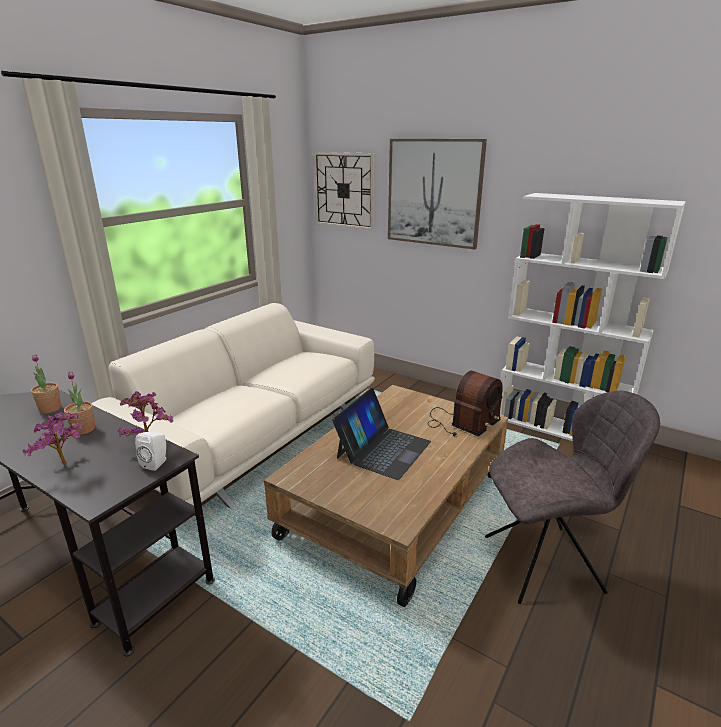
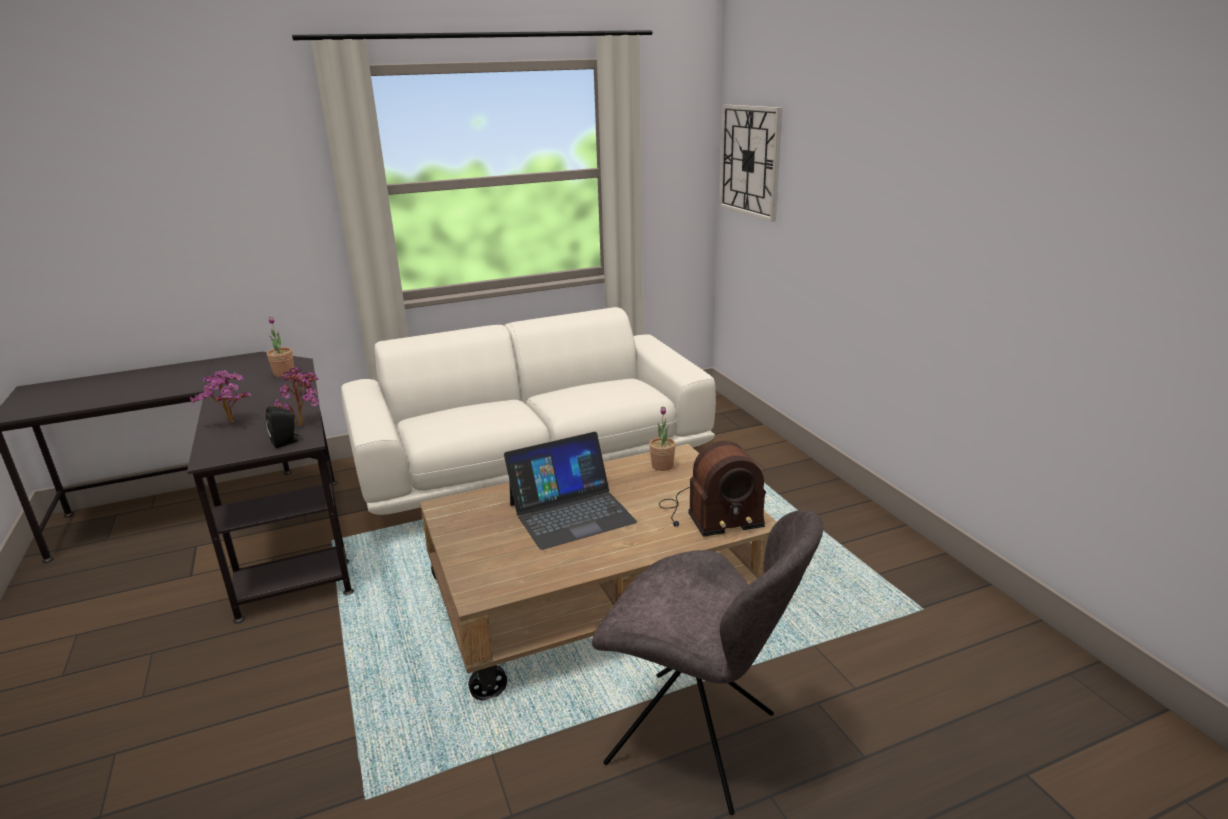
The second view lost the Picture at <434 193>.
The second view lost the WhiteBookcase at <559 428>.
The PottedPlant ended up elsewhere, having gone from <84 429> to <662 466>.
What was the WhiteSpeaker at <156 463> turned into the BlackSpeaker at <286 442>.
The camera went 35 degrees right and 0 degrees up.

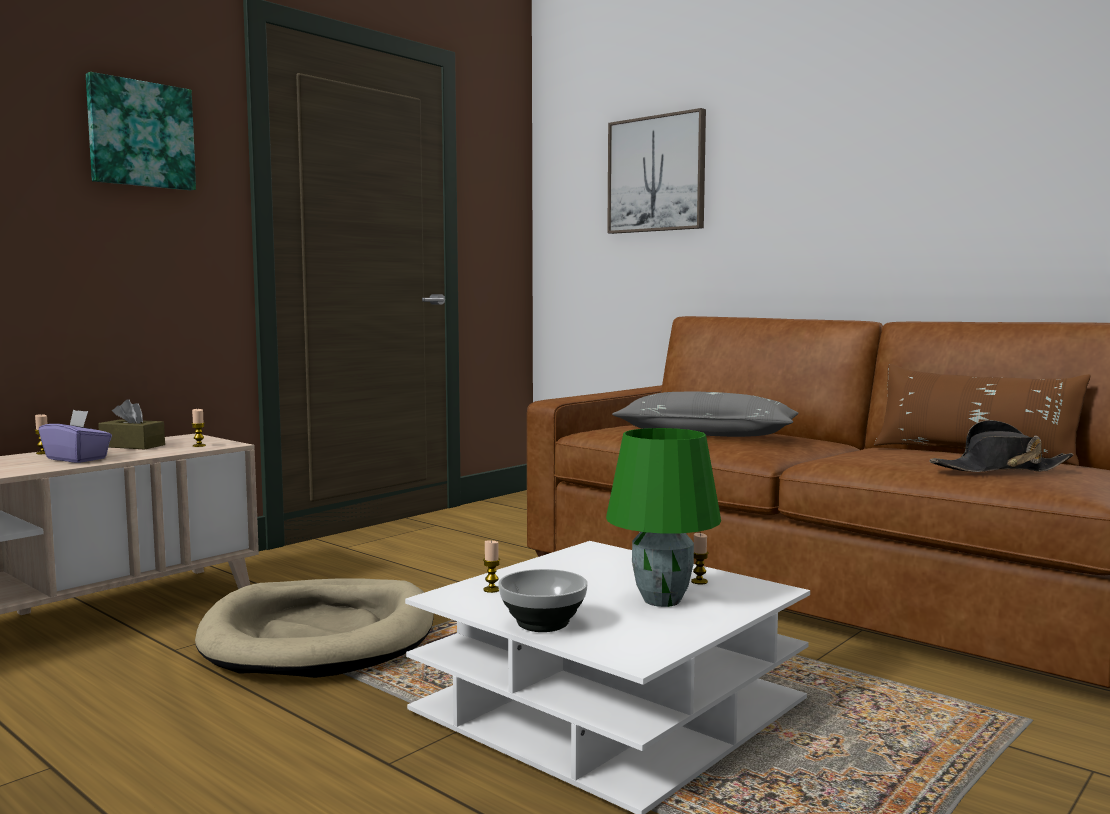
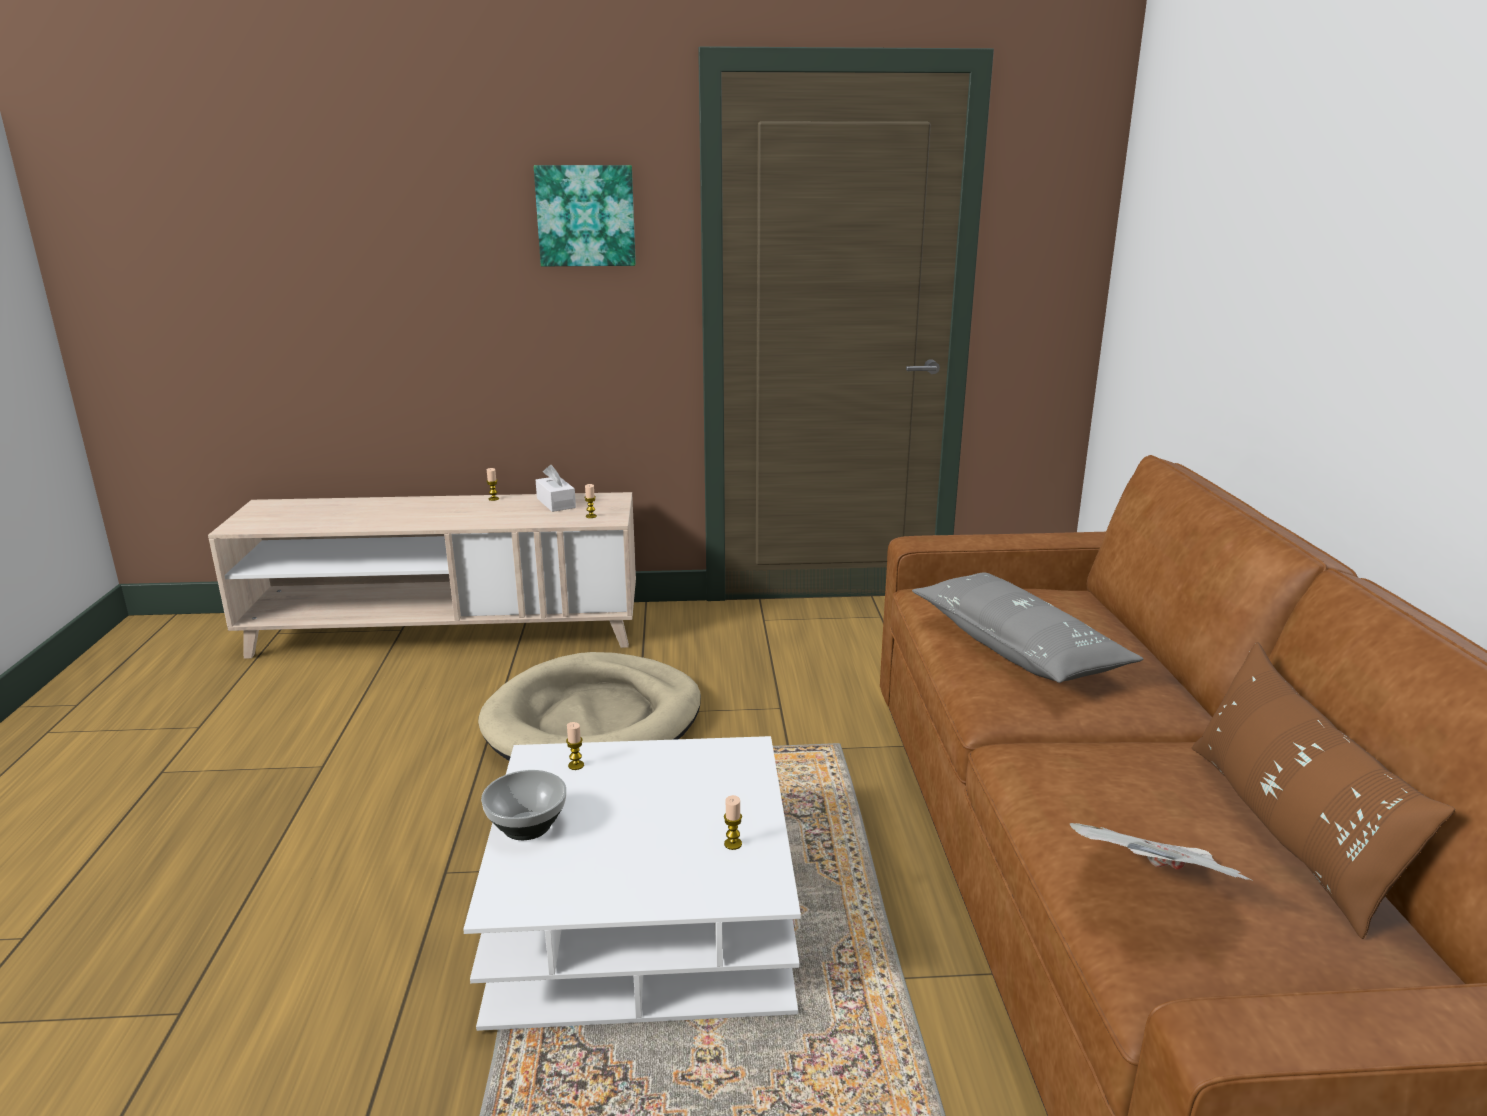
The second view lost the PurpleTissueBox at <77 459>.
The second view lost the GreenTableLamp at <660 601>.
The second view lost the Picture at <656 174>.
Where the BlackHat stood at <999 469>, the Newspaper came to stand at <1155 888>.
What was the BrownTissueBox at <132 446> turned into the WhiteTissueBox at <556 503>.
The camera went 45 degrees right and 15 degrees up.

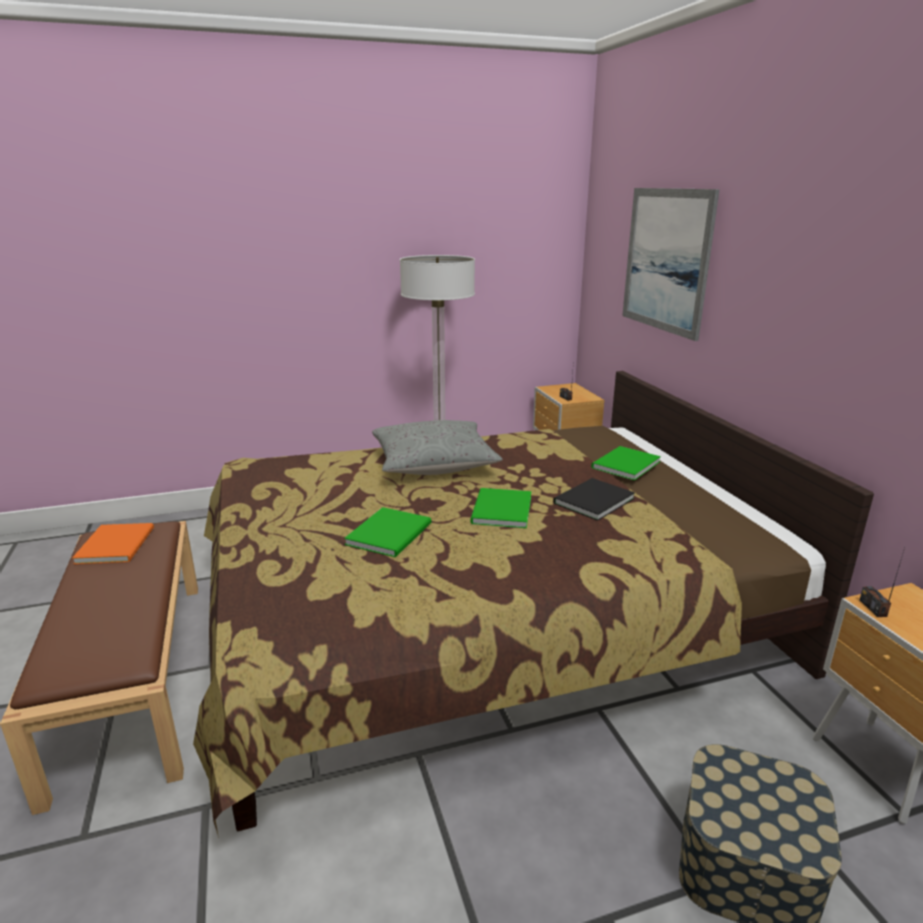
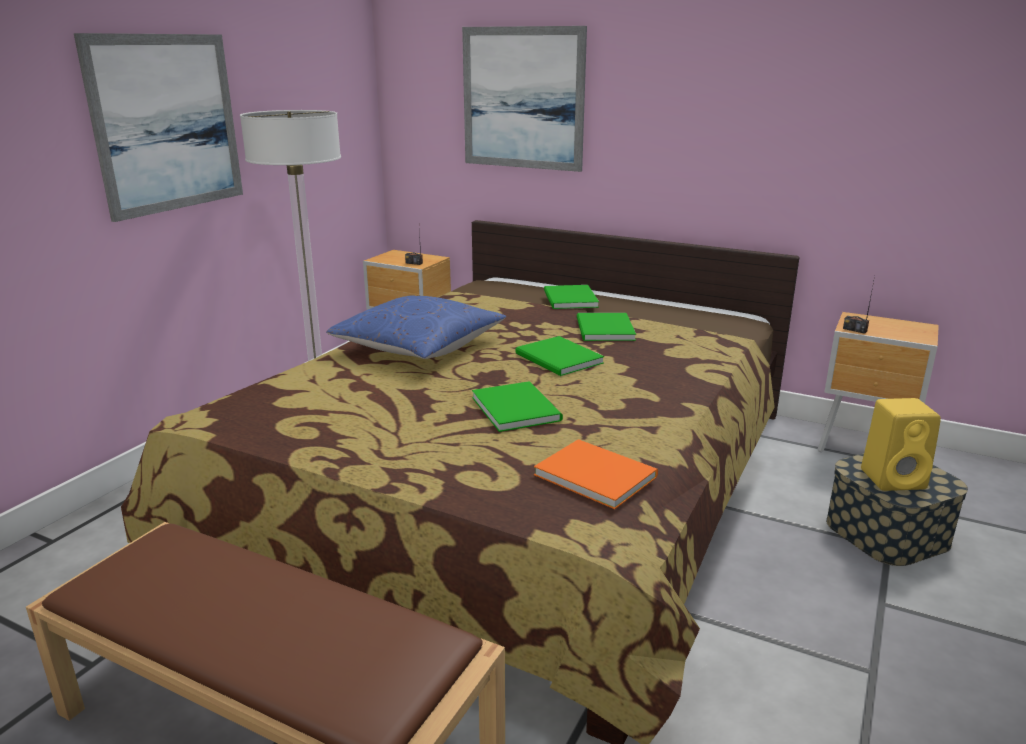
The second view gained the Picture at <167 123>.
The second view gained the YellowSpeaker at <894 479>.
The OrangeBook ended up elsewhere, having gone from <118 544> to <594 473>.
What was the GreyPillow at <433 463> turned into the BluePillow at <419 346>.
What was the BlackBook at <591 501> turned into the GreenBook at <603 330>.
The camera went 45 degrees left and 0 degrees up.

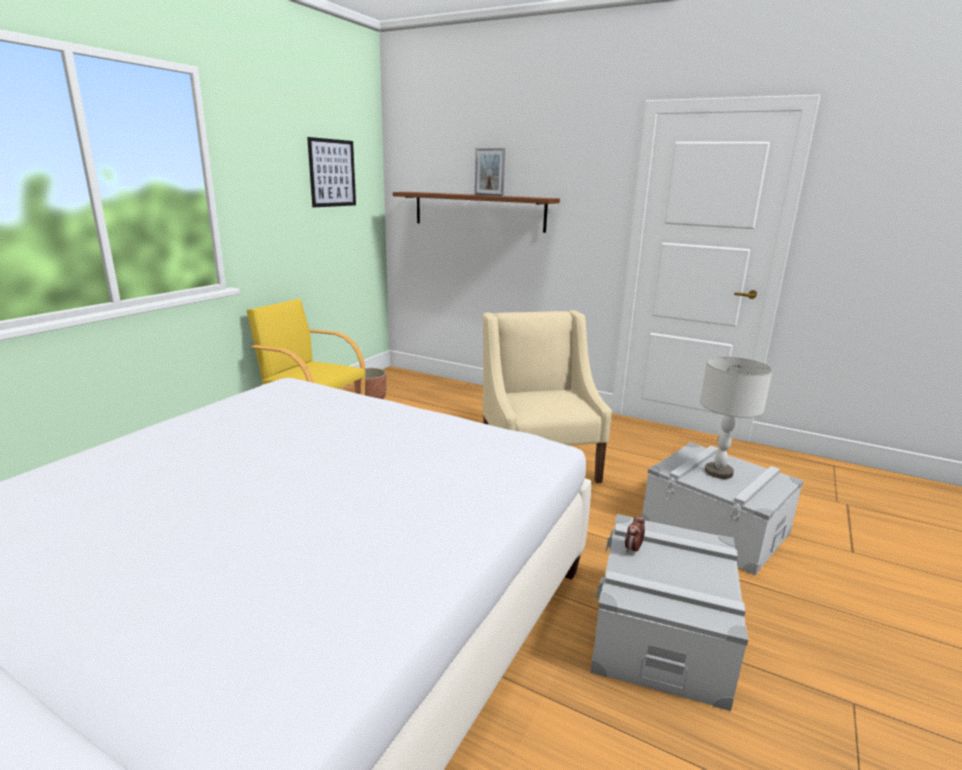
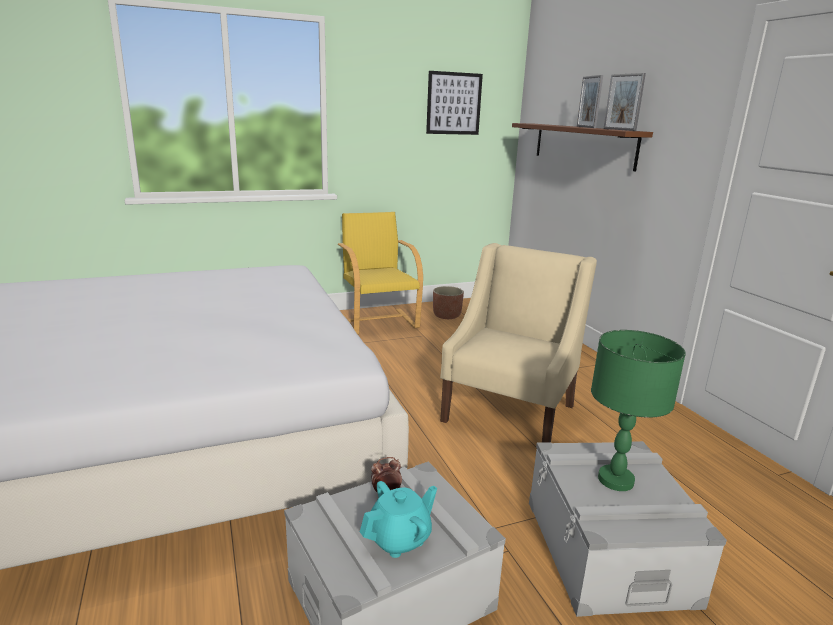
The second view gained the TurquoiseTeapot at <399 539>.
The second view gained the PictureFrame at <619 129>.
What was the GreyTableLamp at <719 472> turned into the GreenTableLamp at <616 480>.
The camera went 40 degrees right and 0 degrees up.

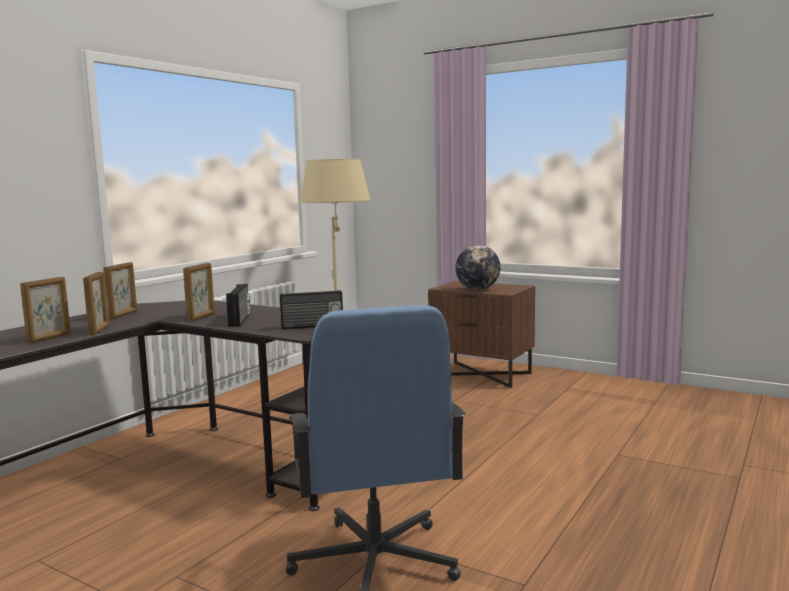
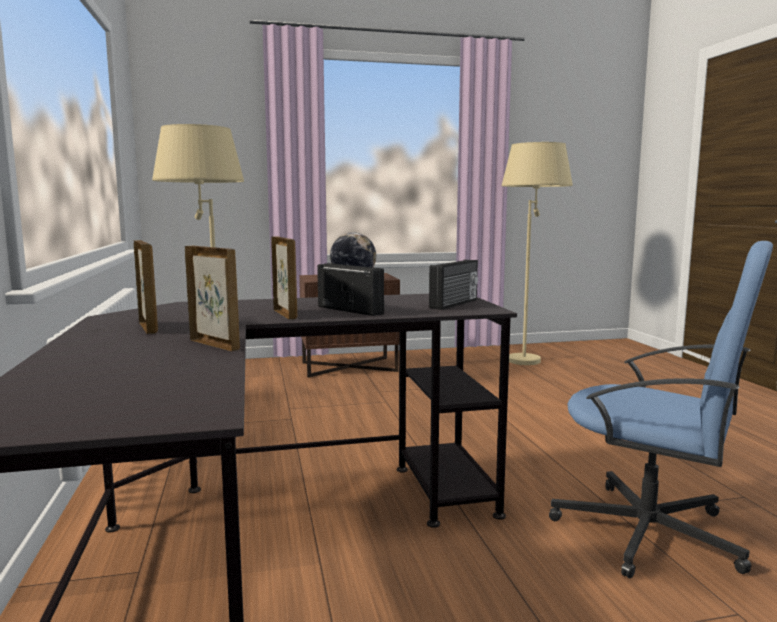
The second view lost the PictureFrame at <50 338>.
The second view gained the BeigeFloorLamp at <529 357>.
The camera went 45 degrees left and 0 degrees up.

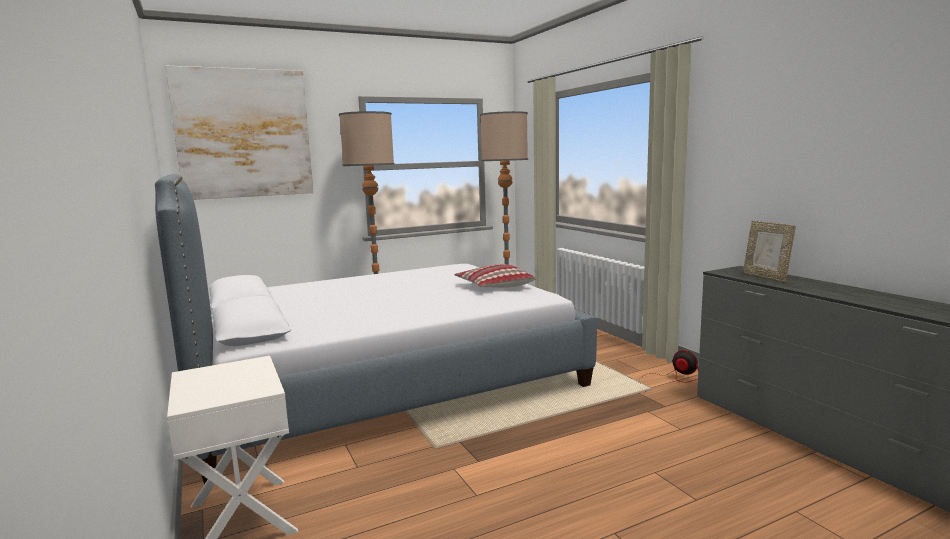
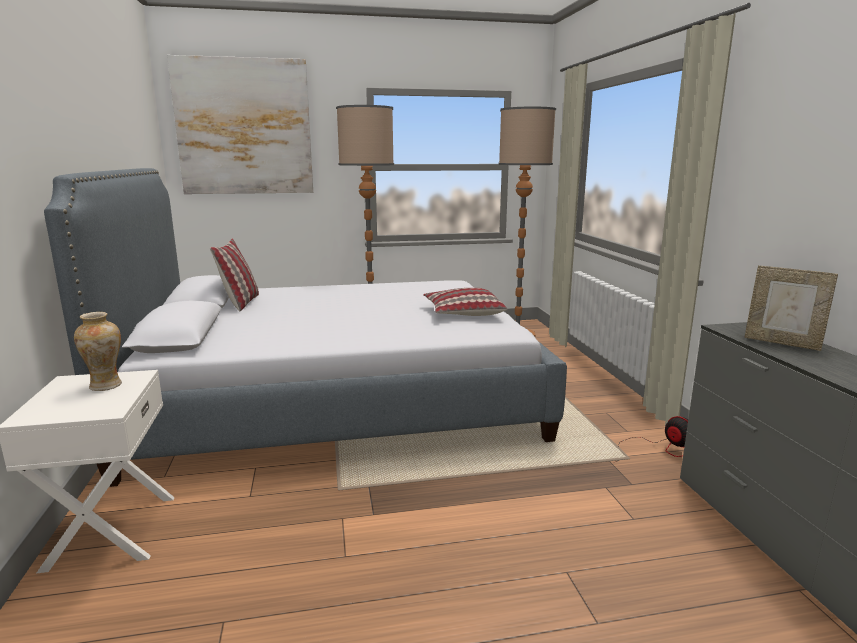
The second view gained the Vase at <106 386>.
The second view gained the Pillow at <240 303>.
The PictureFrame at <766 277> ended up facing another way, 45 degrees counterclockwise from before.
The camera went 15 degrees right and 5 degrees up.

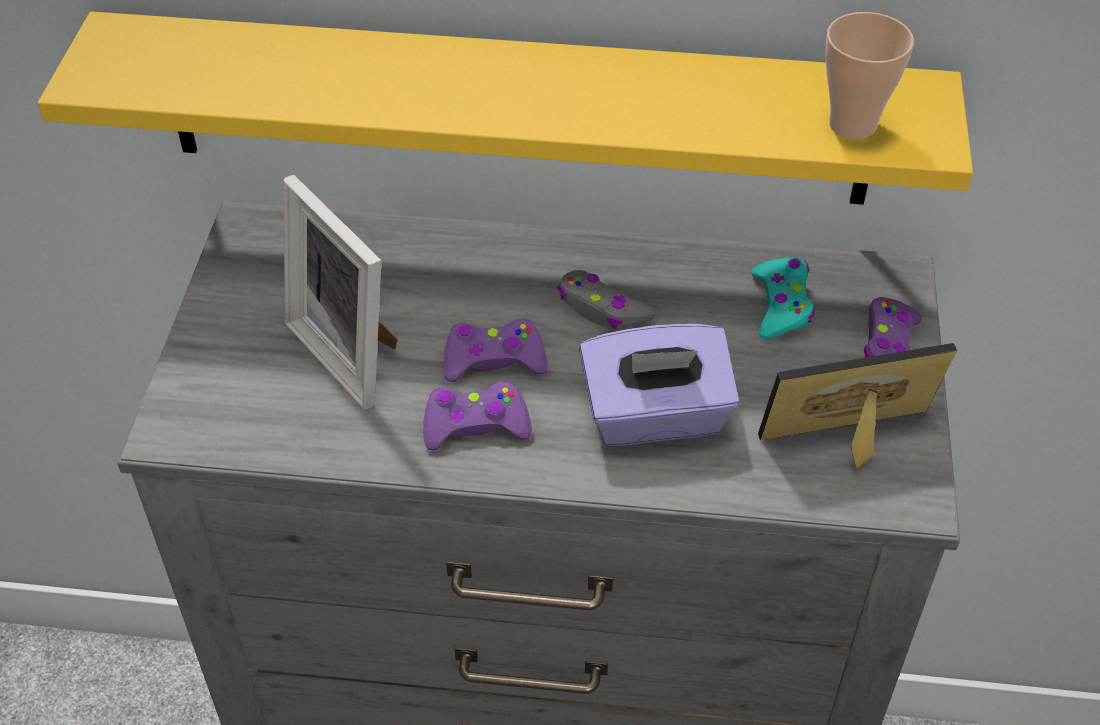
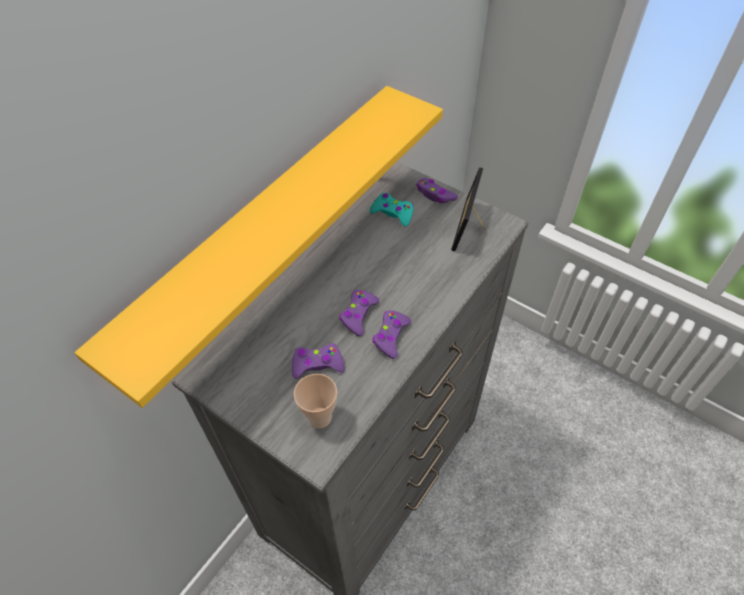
The second view lost the GreyGameController at <602 309>.
The second view lost the PurpleTissueBox at <655 417>.
The Cup ended up elsewhere, having gone from <852 125> to <319 417>.
Where the PictureFrame stood at <352 351>, the PurpleGameController came to stand at <317 364>.
The camera went 60 degrees left and 5 degrees up.

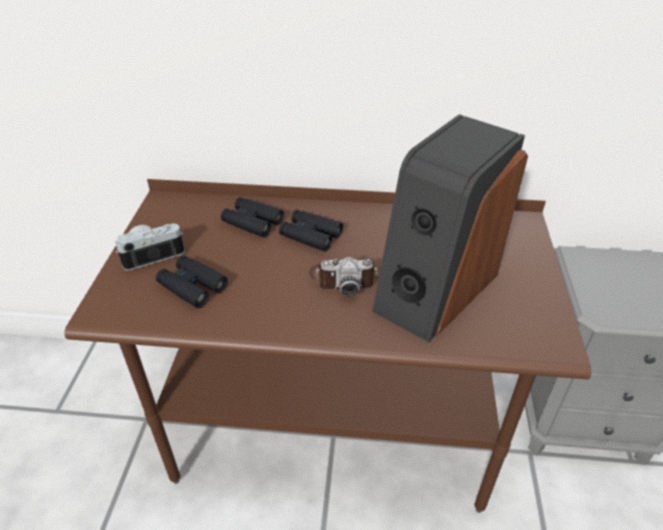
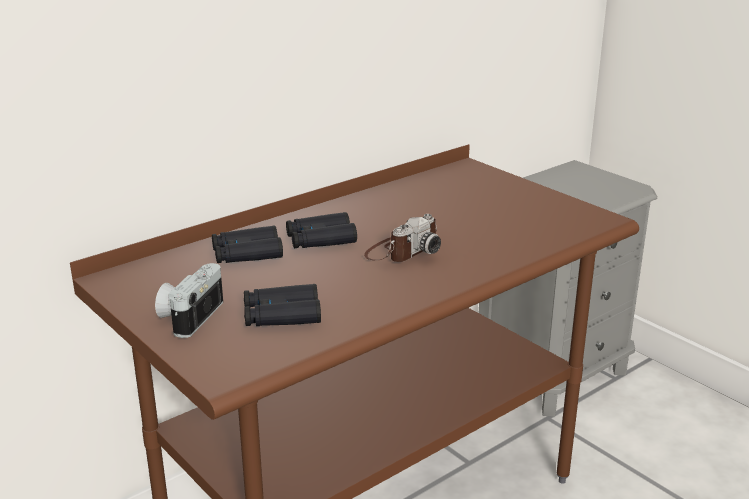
The second view lost the Speaker at <435 290>.
The camera went 45 degrees left and 15 degrees down.

